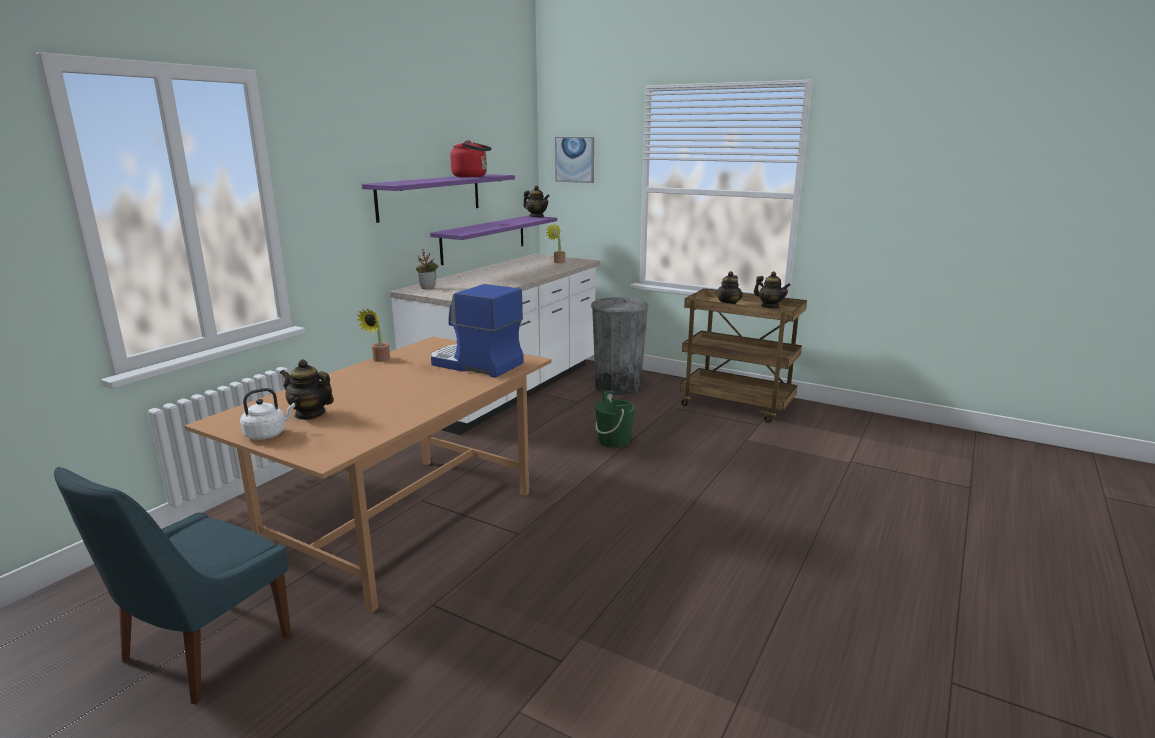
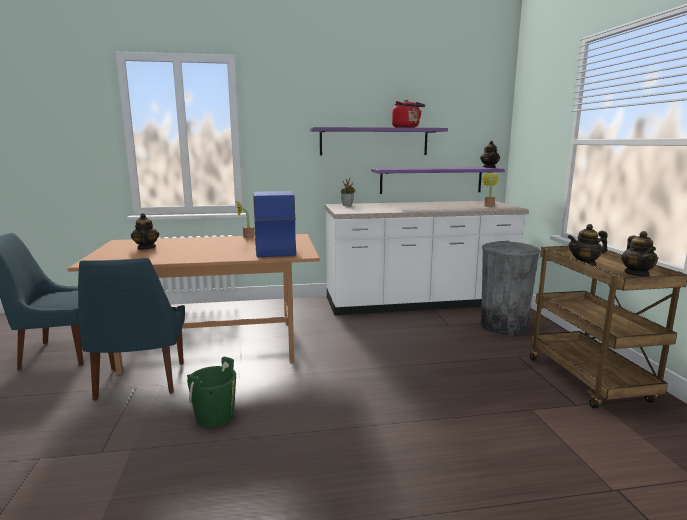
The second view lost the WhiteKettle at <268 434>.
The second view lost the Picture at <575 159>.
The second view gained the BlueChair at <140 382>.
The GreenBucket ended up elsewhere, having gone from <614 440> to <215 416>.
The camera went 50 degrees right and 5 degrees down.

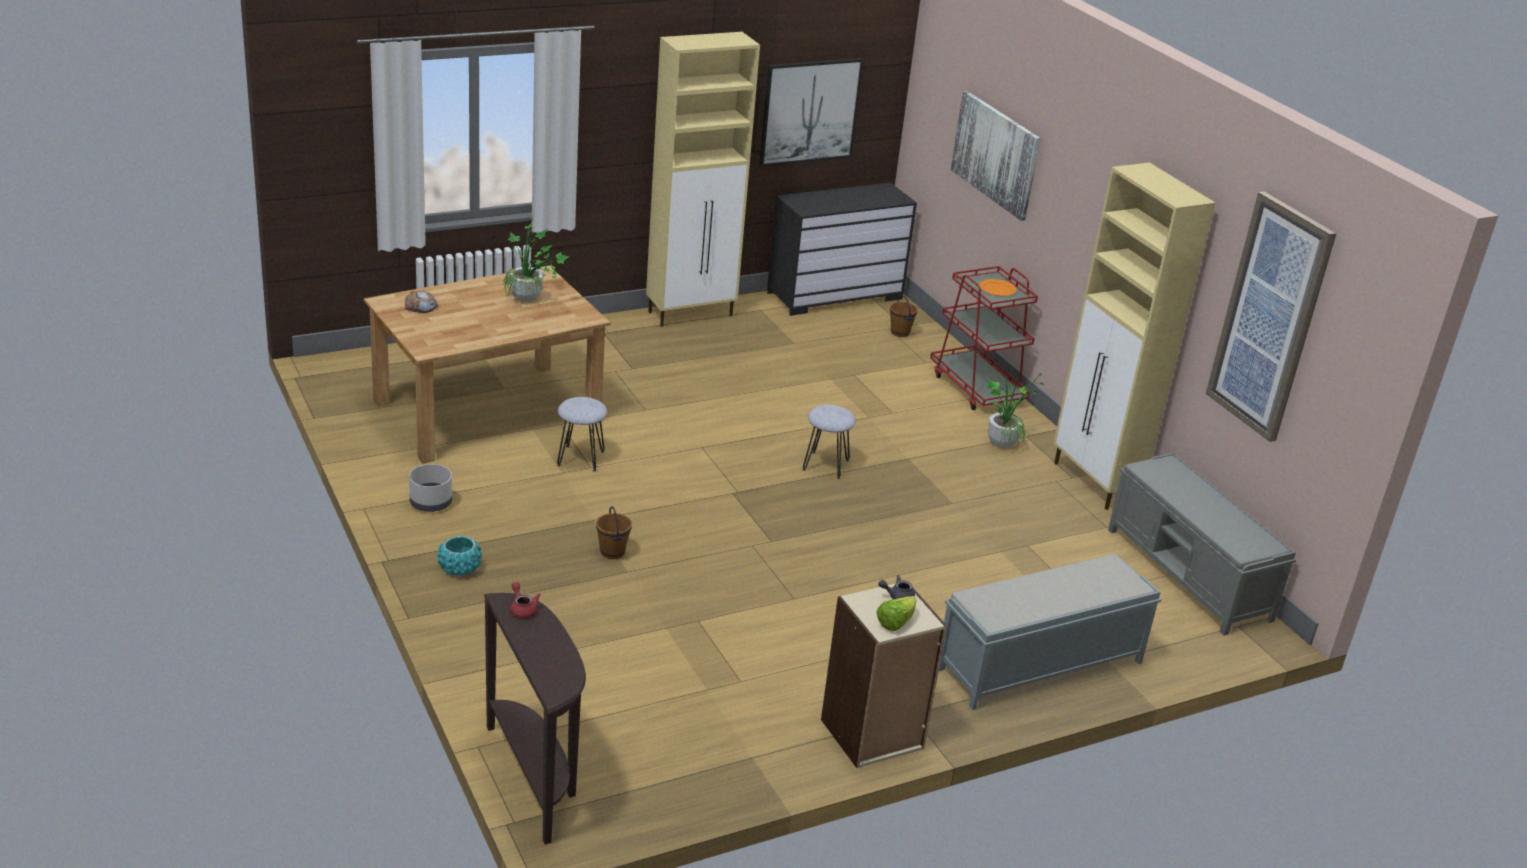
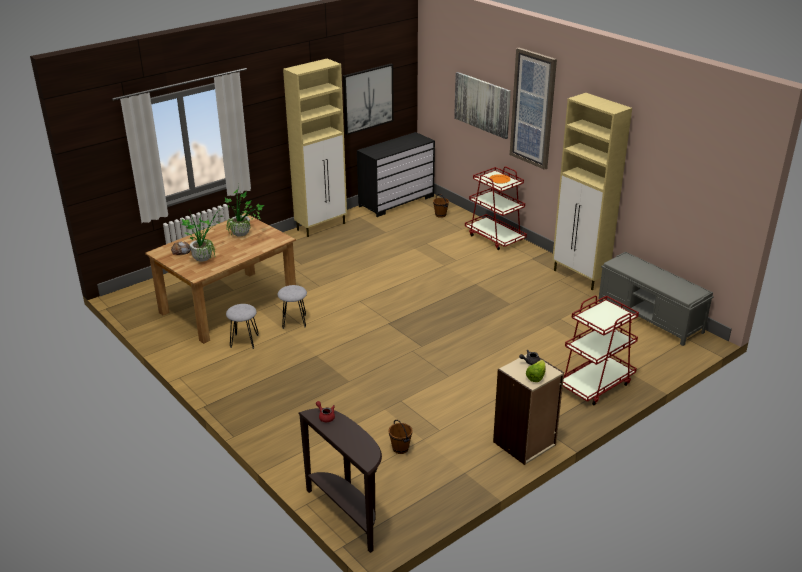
The second view lost the GreyPlanter at <431 503>.
The second view lost the TurquoisePlanter at <460 568>.
The BrownBucket ended up elsewhere, having gone from <612 552> to <400 449>.
The GreyStool ended up elsewhere, having gone from <825 465> to <244 341>.
The PottedPlant ended up elsewhere, having gone from <1003 441> to <204 257>.
The Picture ended up elsewhere, having gone from <1270 317> to <533 108>.
Where the GreyBench stood at <1038 665>, the RedCart came to stand at <595 384>.
The camera went 10 degrees left and 0 degrees up.

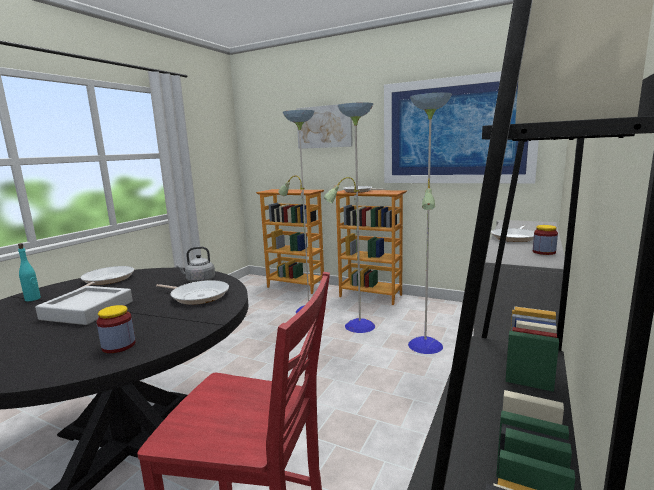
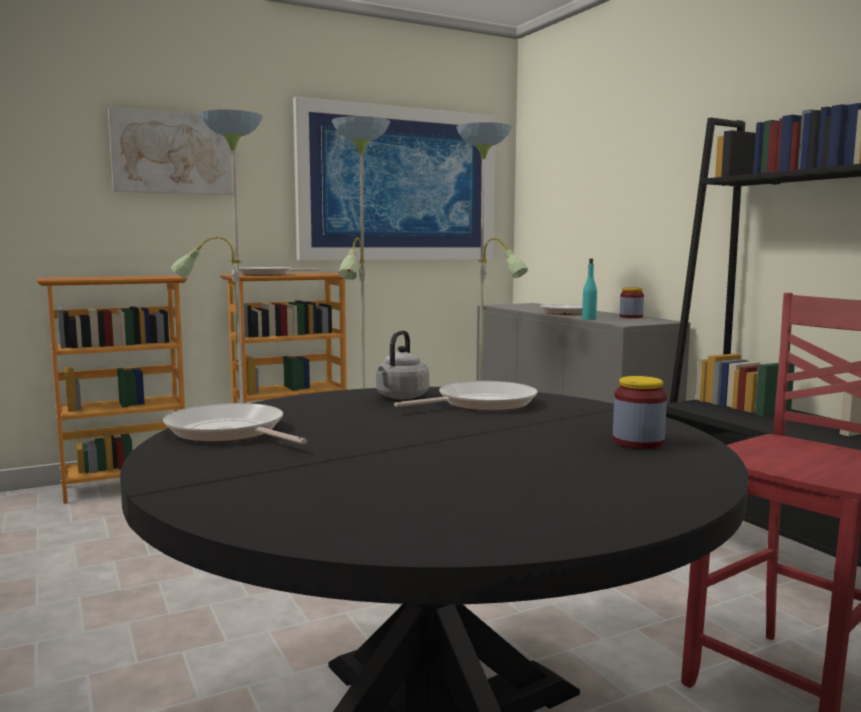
The second view lost the GreyTray at <87 310>.
The TurquoiseBottle ended up elsewhere, having gone from <33 299> to <589 319>.
The camera went 55 degrees left and 5 degrees down.

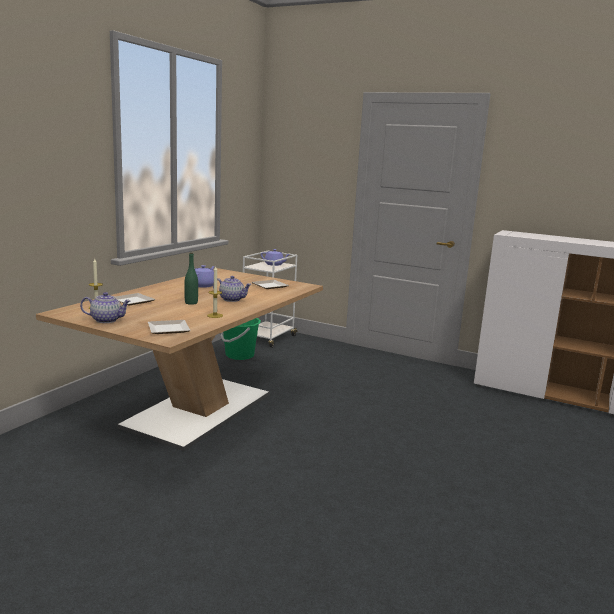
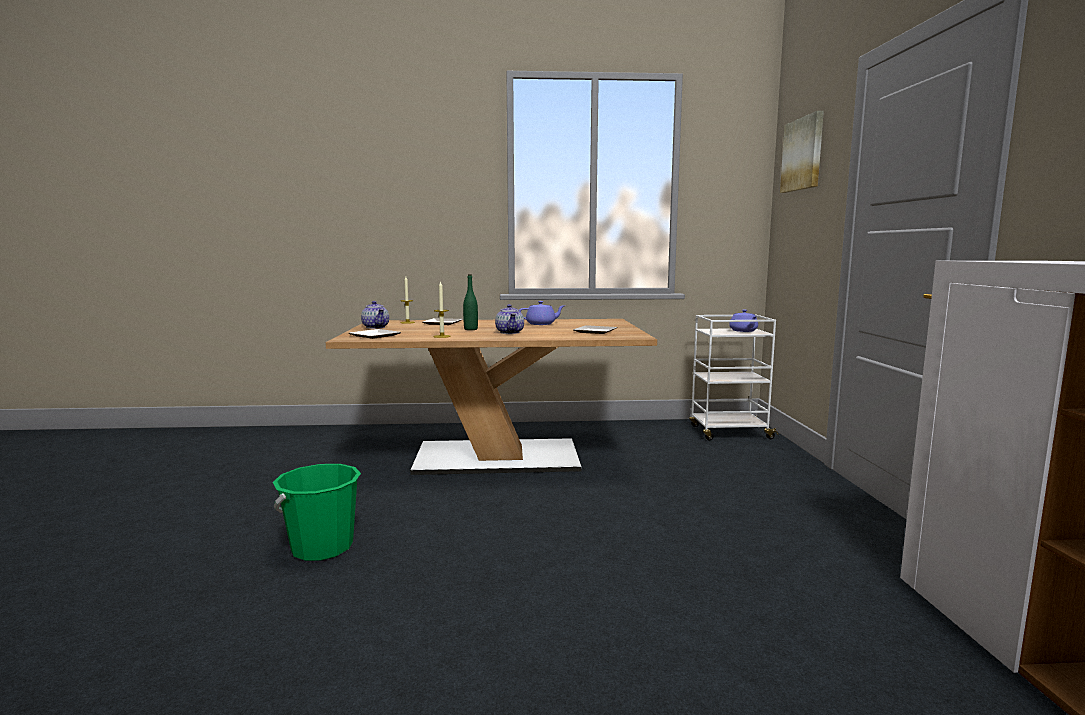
The second view gained the Picture at <803 154>.
The GreenBucket ended up elsewhere, having gone from <239 355> to <322 547>.
The camera went 60 degrees right and 5 degrees down.

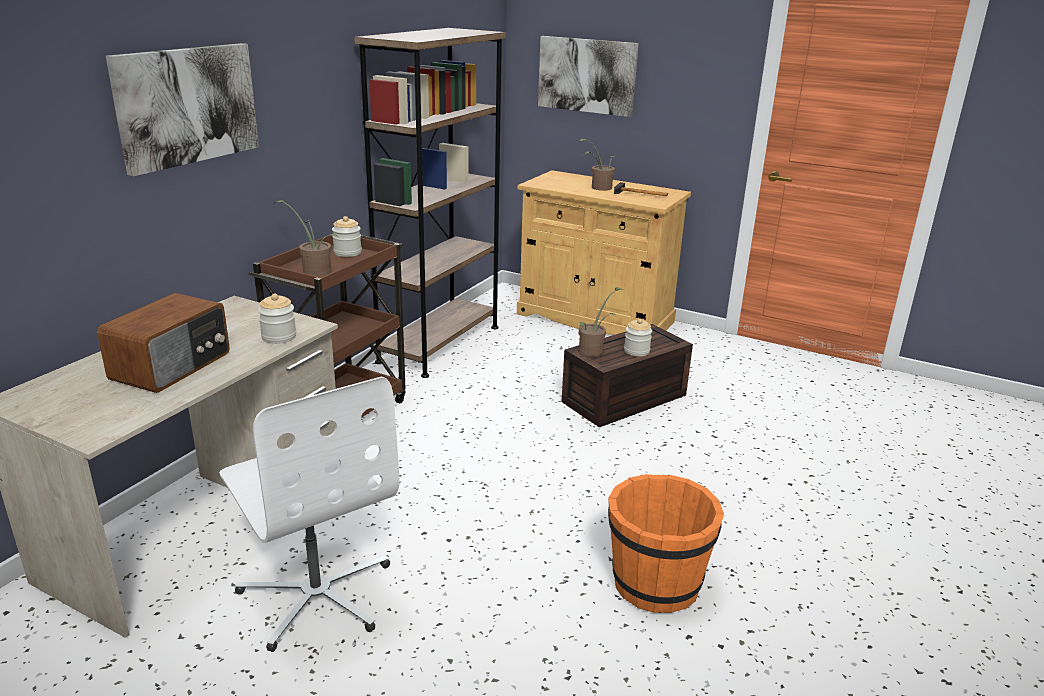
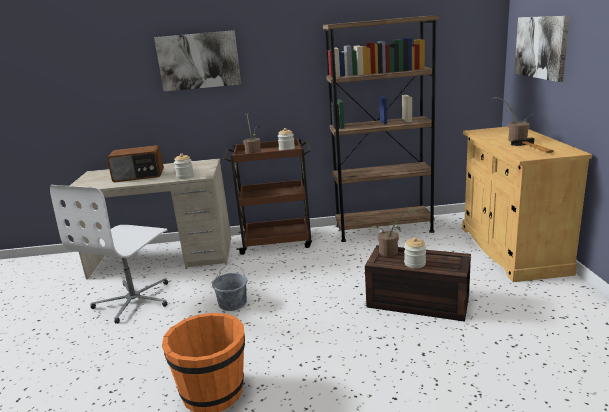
The second view gained the GreyBucket at <233 303>.
The camera went 60 degrees right and 5 degrees down.

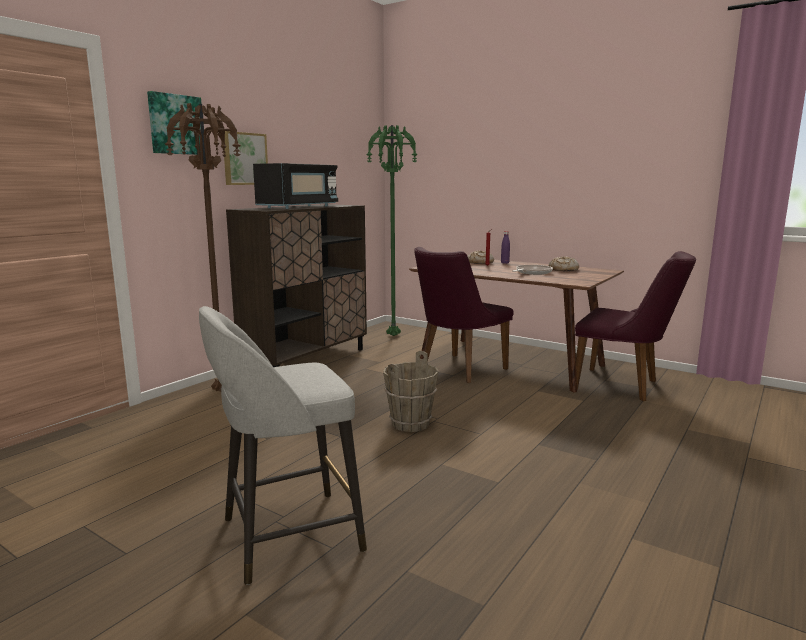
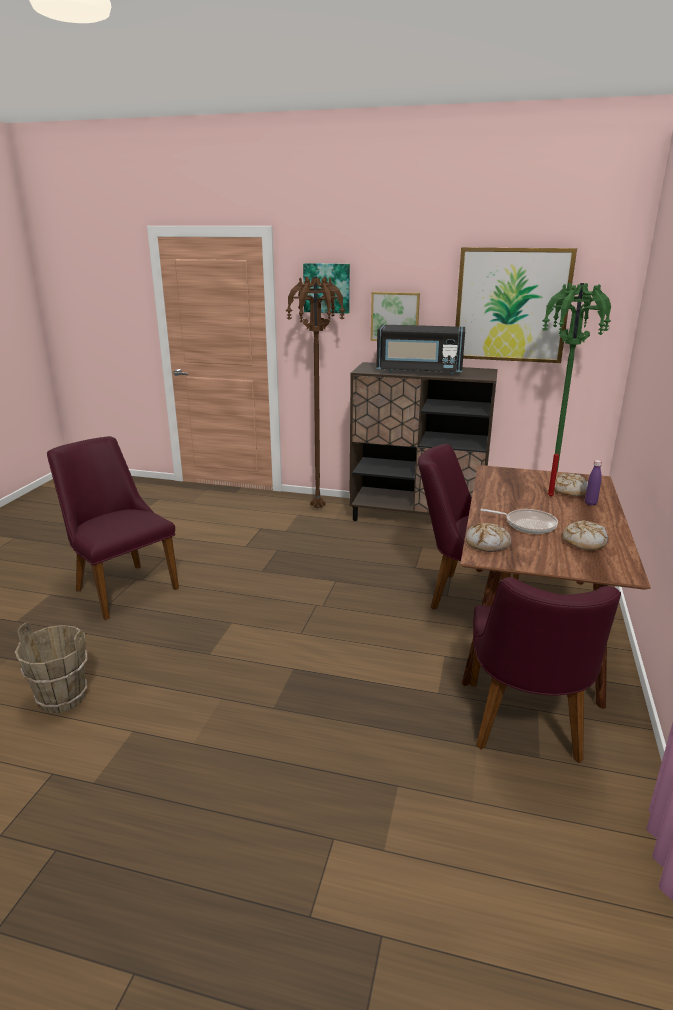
The second view gained the Picture at <511 305>.
The second view gained the Bread at <487 544>.
The BrownBucket ended up elsewhere, having gone from <411 424> to <62 699>.
Where the GreyStool stood at <287 535>, the PurpleChair came to stand at <121 586>.
The camera went 70 degrees right and 10 degrees up.

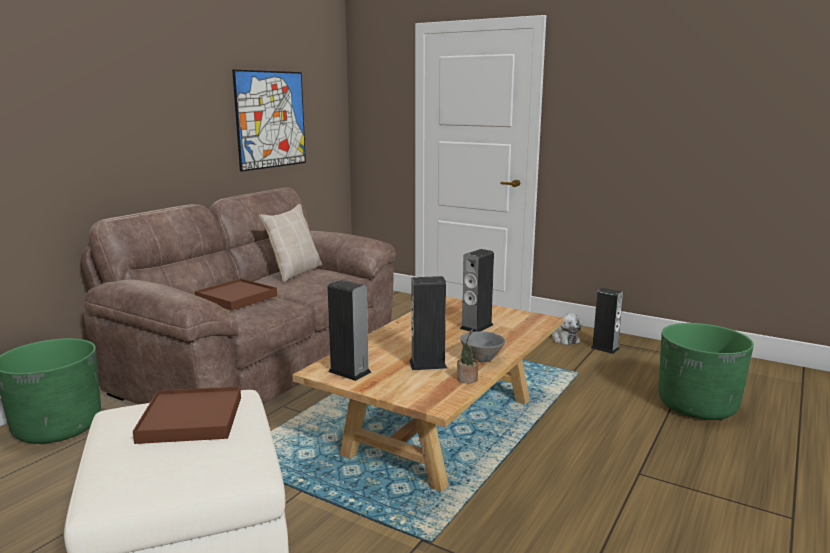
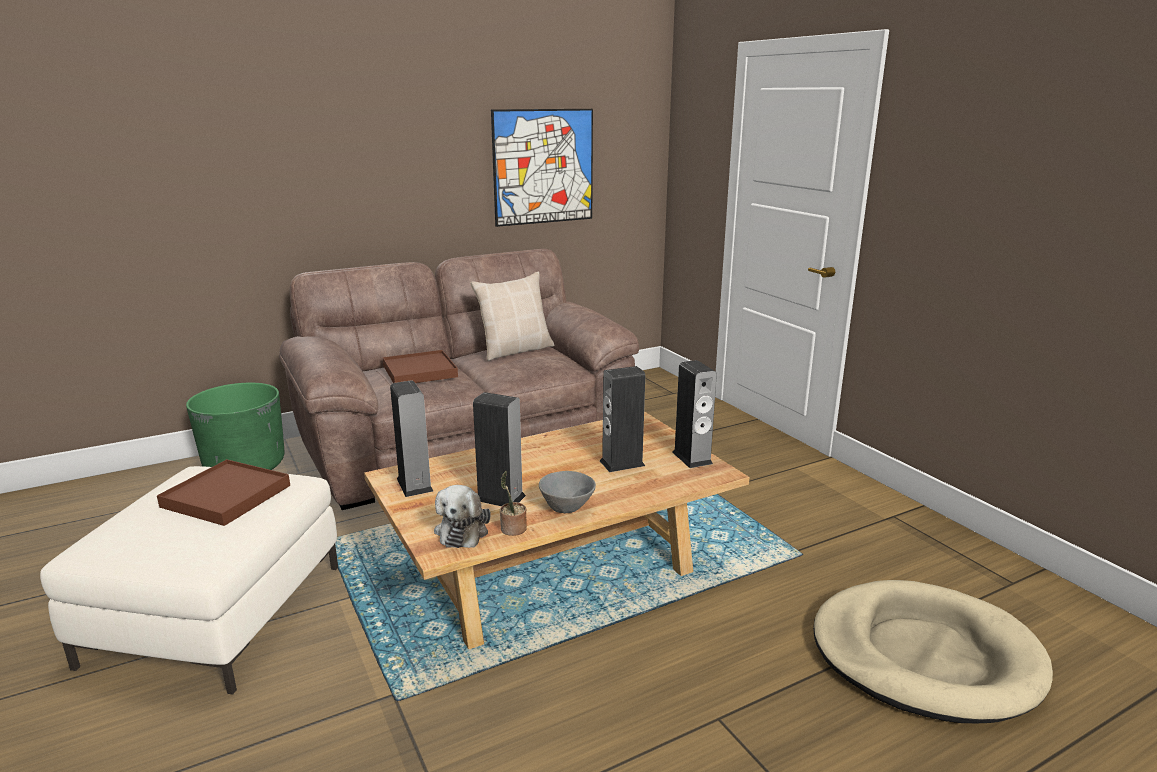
The PlushToy ended up elsewhere, having gone from <563 339> to <463 530>.
The Speaker ended up elsewhere, having gone from <605 348> to <692 457>.
Where the GreenPlanter stood at <697 406>, the BeigeDogBed came to stand at <924 656>.
The camera went 30 degrees right and 5 degrees up.

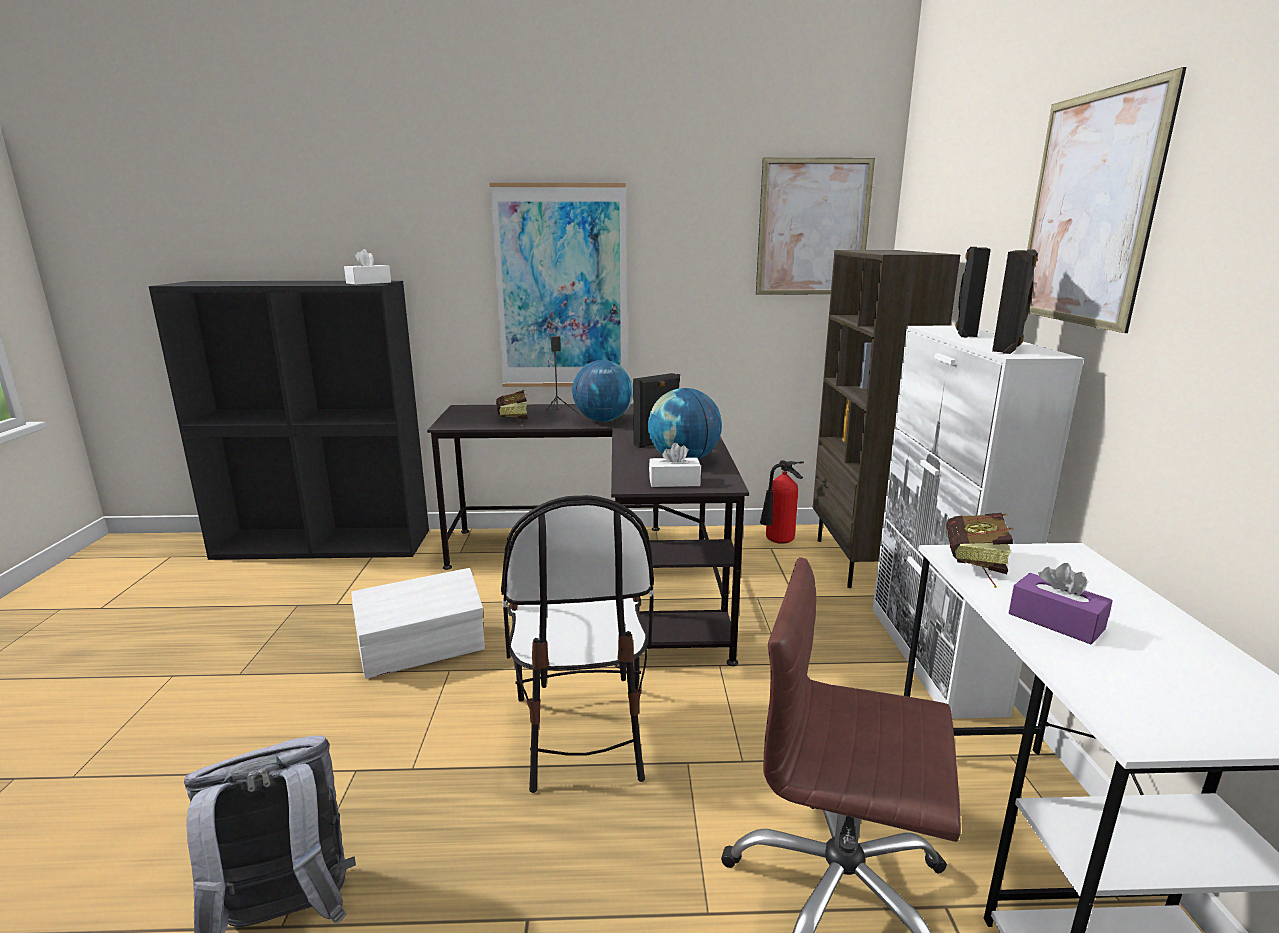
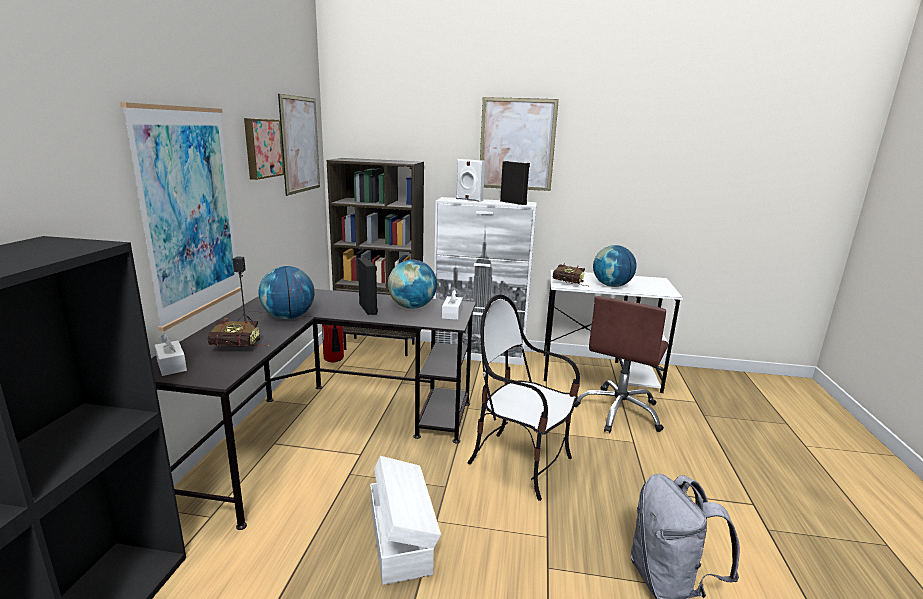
The second view gained the Picture at <262 148>.
The WhiteTissueBox ended up elsewhere, having gone from <368 283> to <171 365>.
Where the PurpleTissueBox stood at <1055 621>, the Globe came to stand at <611 286>.
What was the BlackSpeaker at <964 333> turned into the WhiteSpeaker at <468 200>.
The Chair at <581 733> ended up facing another way, 150 degrees counterclockwise from before.
The camera went 80 degrees left and 0 degrees up.

